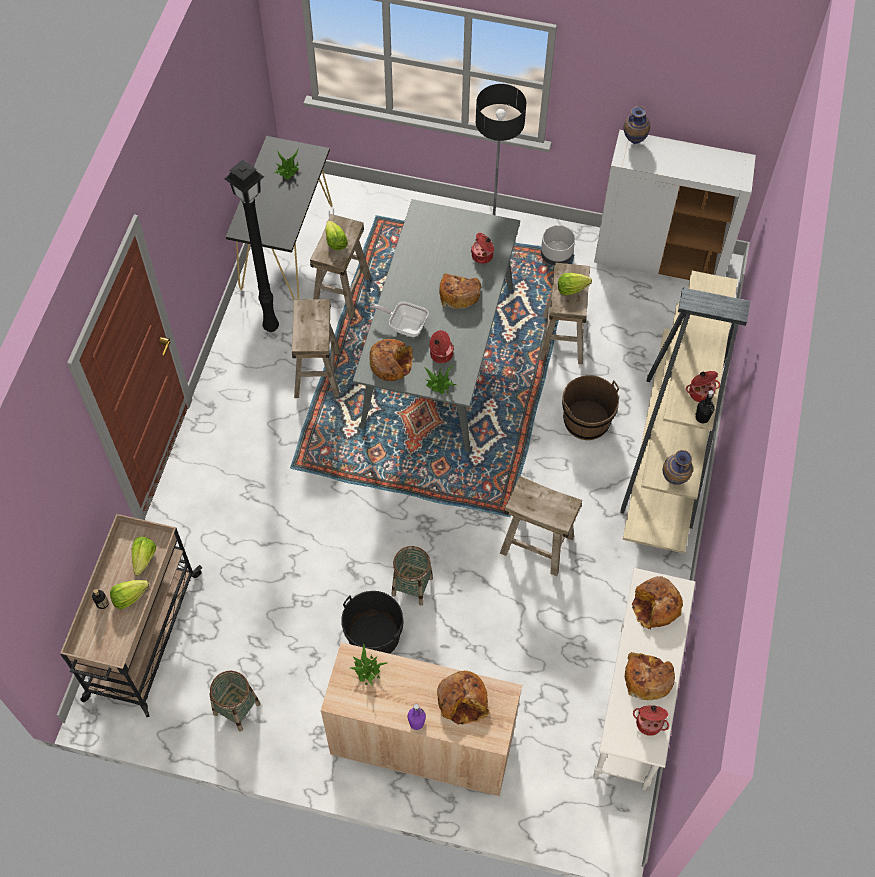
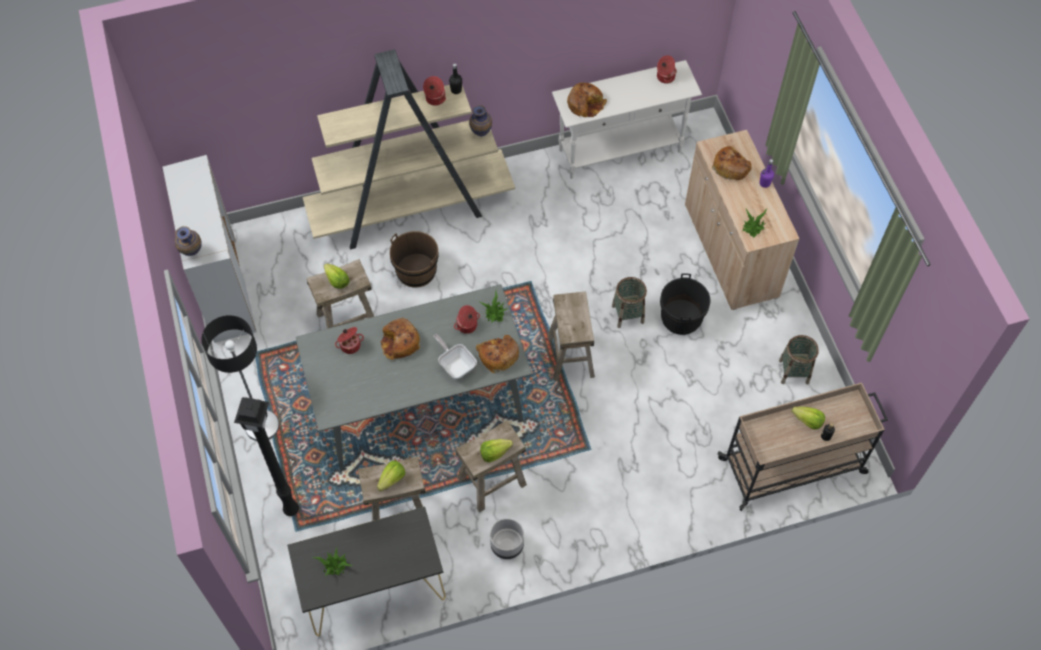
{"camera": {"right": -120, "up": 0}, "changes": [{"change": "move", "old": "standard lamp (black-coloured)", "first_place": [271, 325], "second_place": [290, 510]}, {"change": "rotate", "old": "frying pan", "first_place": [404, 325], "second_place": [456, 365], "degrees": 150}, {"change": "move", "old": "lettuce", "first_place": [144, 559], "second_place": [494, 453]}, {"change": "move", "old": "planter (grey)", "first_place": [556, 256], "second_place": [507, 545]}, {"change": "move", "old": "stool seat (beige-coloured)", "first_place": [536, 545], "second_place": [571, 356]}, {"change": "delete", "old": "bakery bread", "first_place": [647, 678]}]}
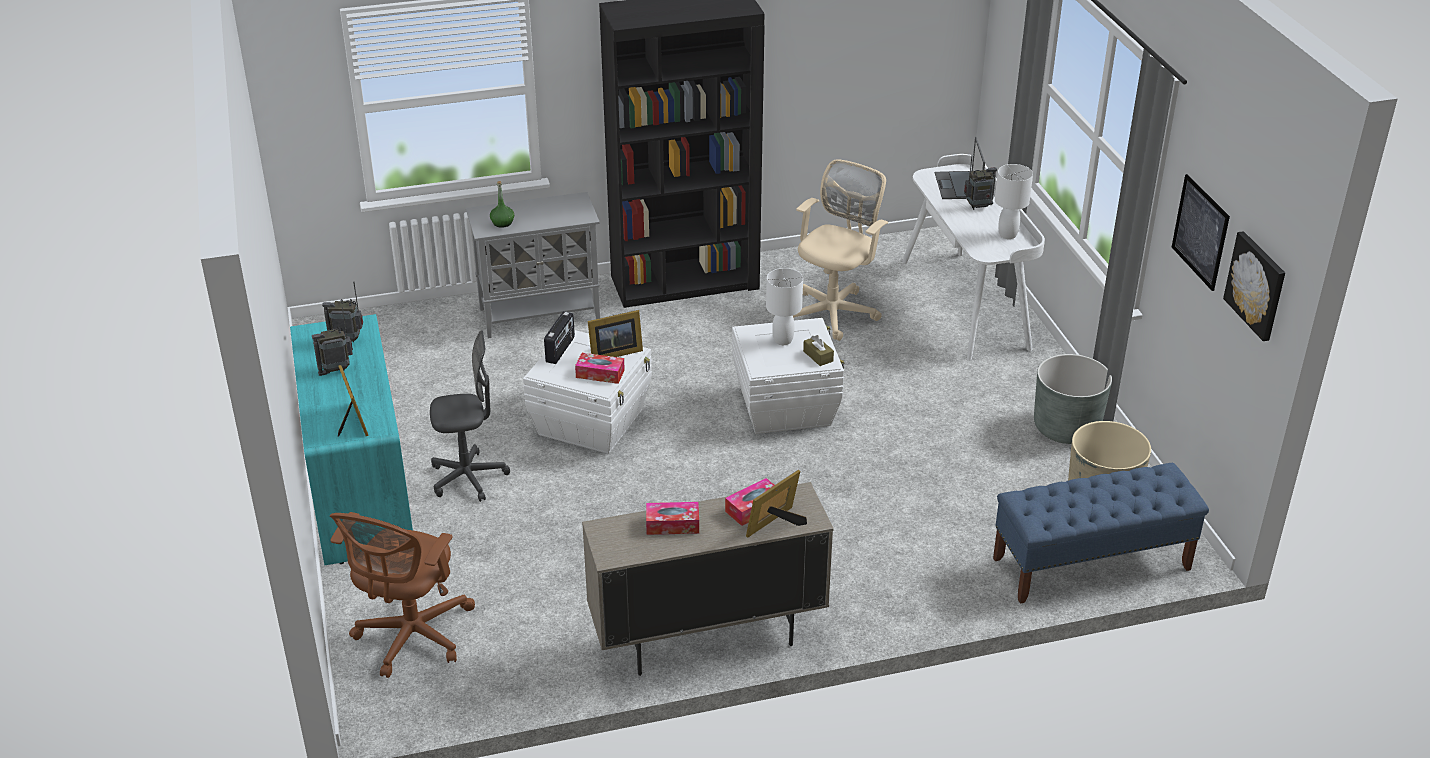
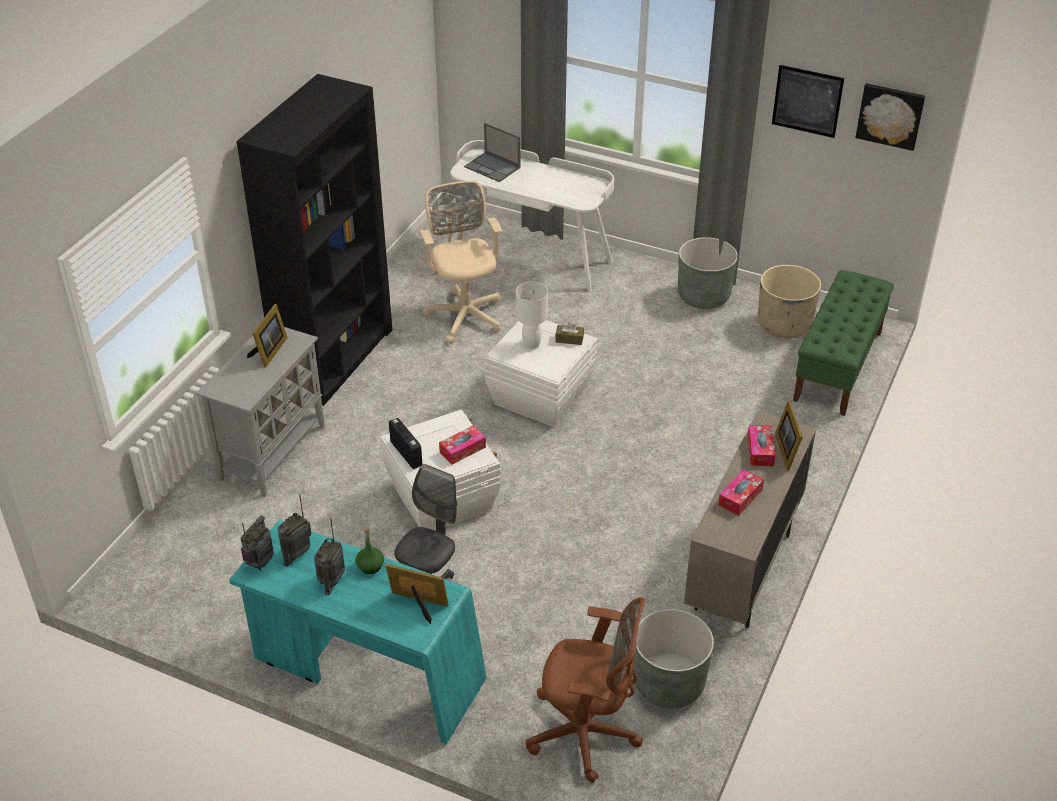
{"camera": {"right": -50, "up": 5}, "changes": [{"change": "move", "old": "radio", "first_place": [978, 207], "second_place": [260, 563]}, {"change": "move", "old": "standing frame", "first_place": [613, 353], "second_place": [269, 352]}, {"change": "move", "old": "bottle (green)", "first_place": [502, 223], "second_place": [370, 566]}, {"change": "rotate", "old": "desk chair (brownish)", "first_place": [411, 638], "second_place": [587, 734], "degrees": -45}, {"change": "insert", "new": "planter (grey)", "second_place": [669, 683]}, {"change": "recolor", "old": "long seat (bluish)", "new": "long seat (green)", "first_place": [1091, 564], "second_place": [838, 366]}, {"change": "delete", "old": "lamp for a table (white-coloured)", "first_place": [1008, 235]}]}
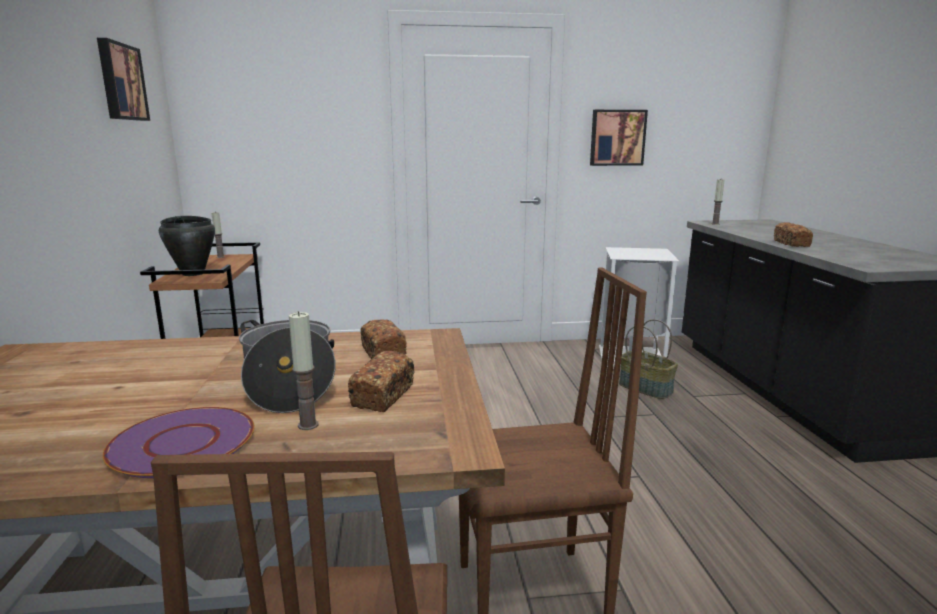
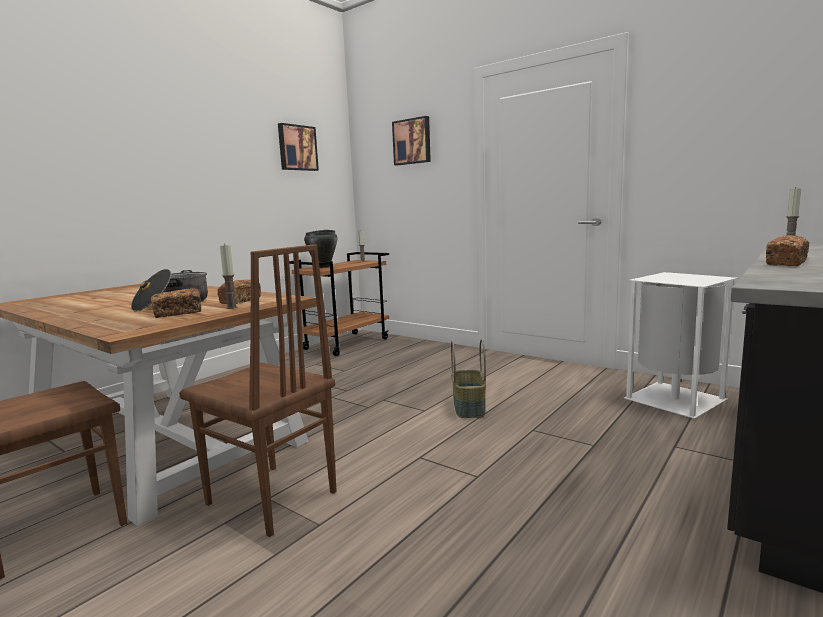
{"camera": {"right": 45, "up": -5}, "changes": [{"change": "move", "old": "wax light", "first_place": [308, 425], "second_place": [231, 307]}, {"change": "move", "old": "picture", "first_place": [617, 138], "second_place": [412, 141]}, {"change": "move", "old": "storage basket", "first_place": [646, 388], "second_place": [469, 408]}, {"change": "delete", "old": "plate (purple)", "first_place": [182, 444]}]}
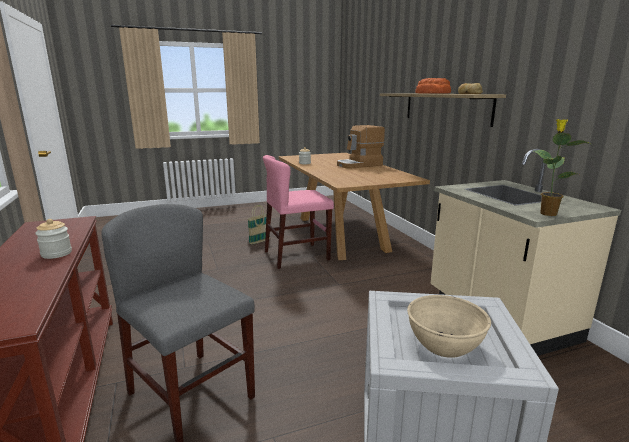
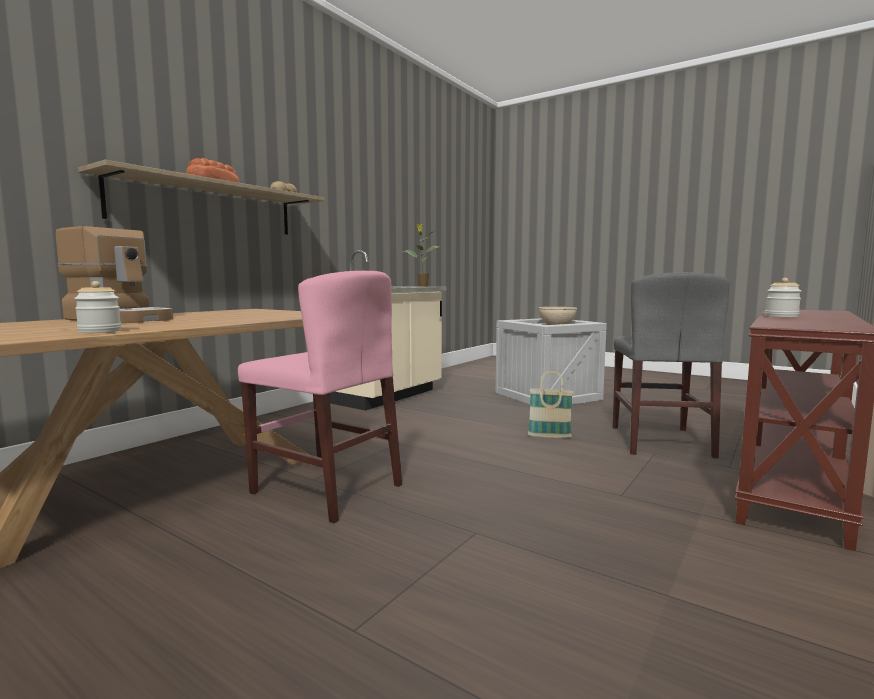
{"camera": {"right": -125, "up": -10}, "changes": [{"change": "move", "old": "storage basket", "first_place": [259, 241], "second_place": [549, 436]}]}
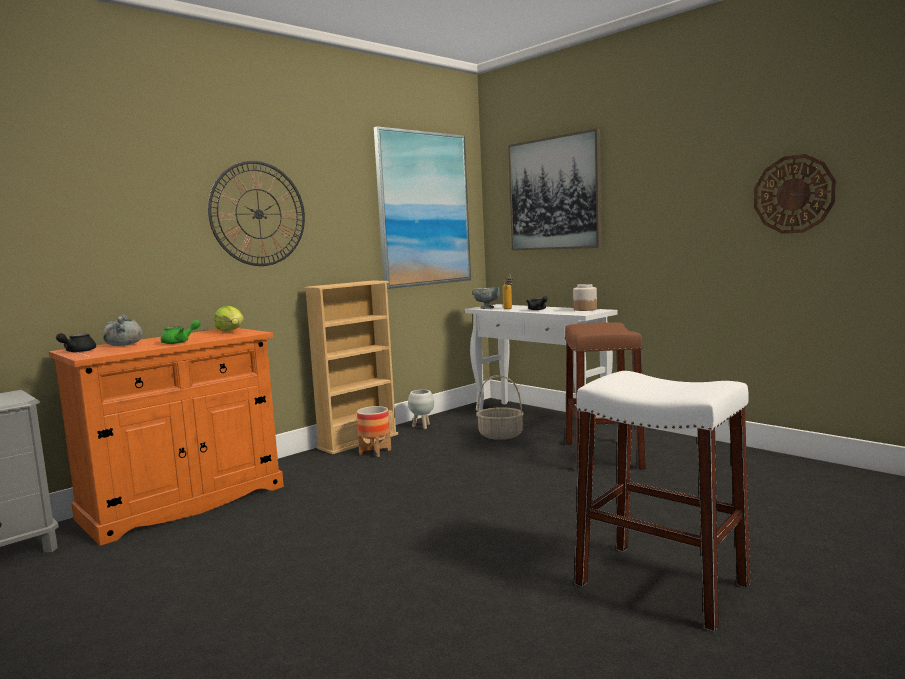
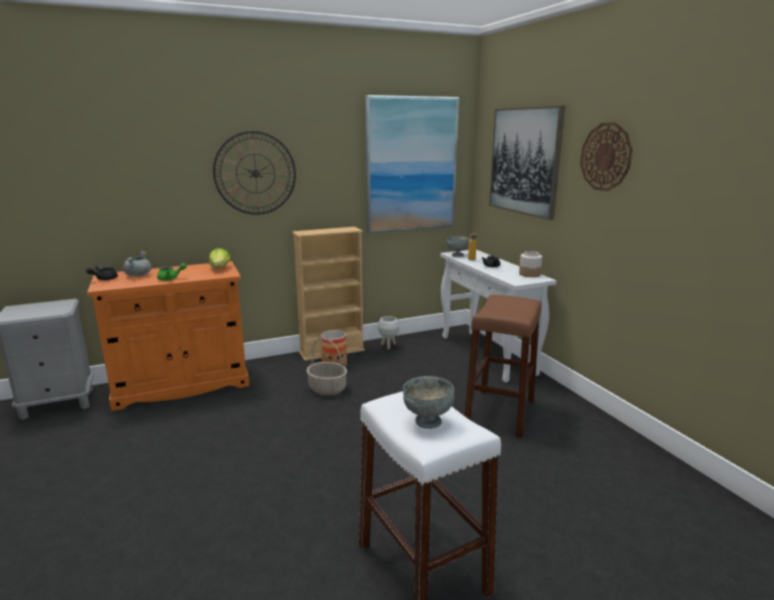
{"camera": {"right": 20, "up": 10}, "changes": [{"change": "move", "old": "storage basket", "first_place": [501, 435], "second_place": [328, 388]}, {"change": "insert", "new": "deep dish (grey)", "second_place": [427, 421]}, {"change": "move", "old": "hanging clock", "first_place": [793, 194], "second_place": [606, 157]}]}
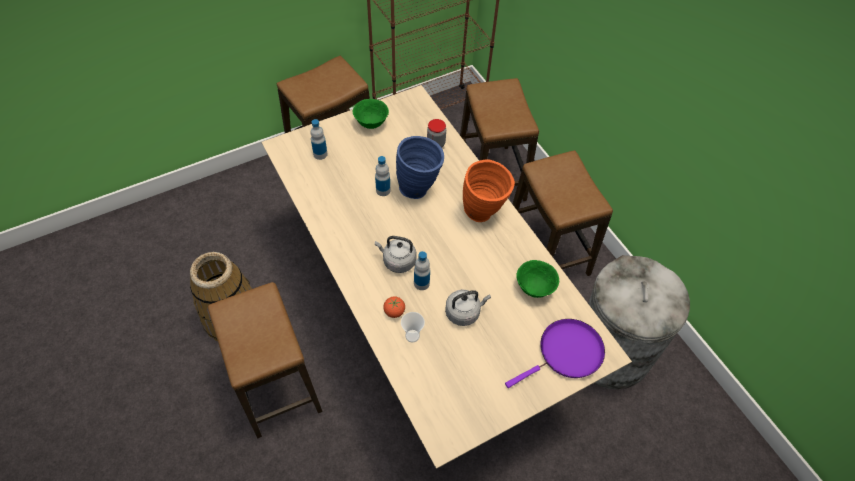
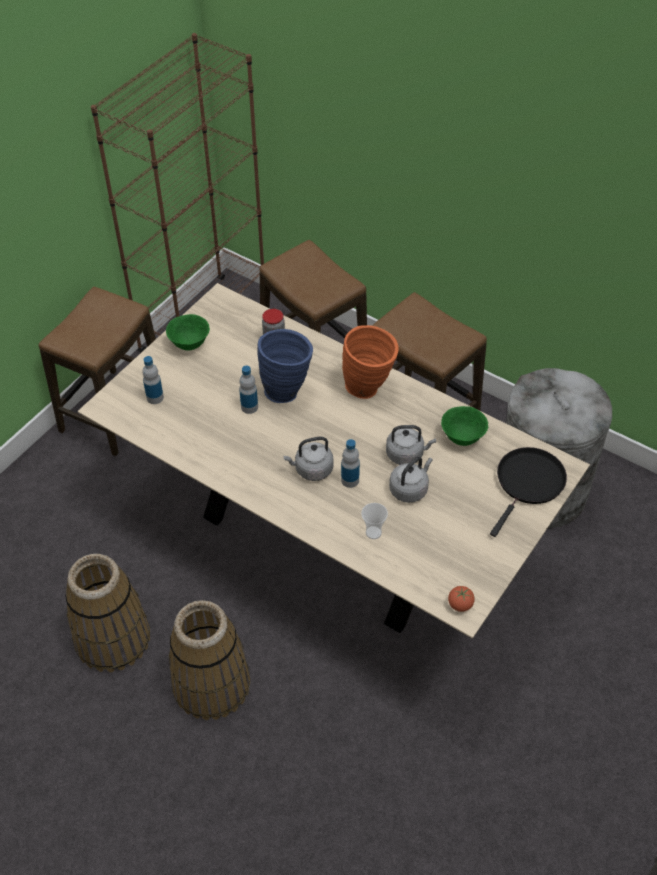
{"camera": {"right": -25, "up": -5}, "changes": [{"change": "replace", "old": "stool seat", "new": "storage basket", "first_place": [276, 384], "second_place": [211, 684]}, {"change": "insert", "new": "water kettle (grey)", "second_place": [406, 454]}, {"change": "move", "old": "whole tomato", "first_place": [394, 311], "second_place": [460, 605]}, {"change": "recolor", "old": "frying pan (purple)", "new": "frying pan (black-coloured)", "first_place": [567, 353], "second_place": [528, 483]}]}
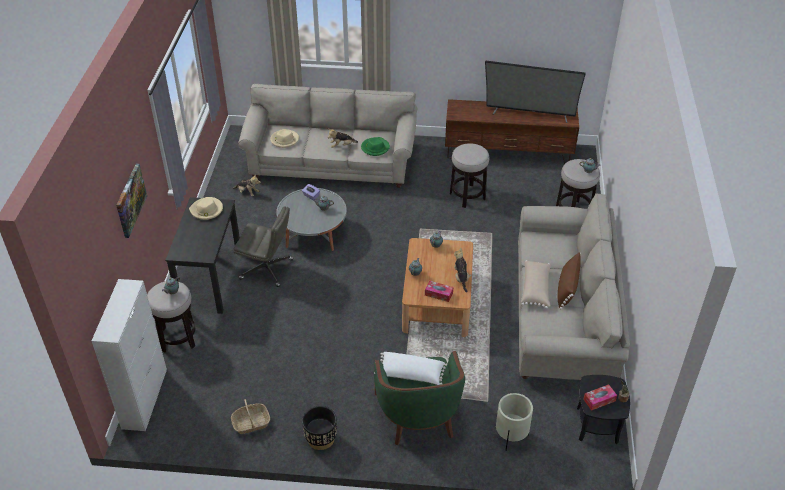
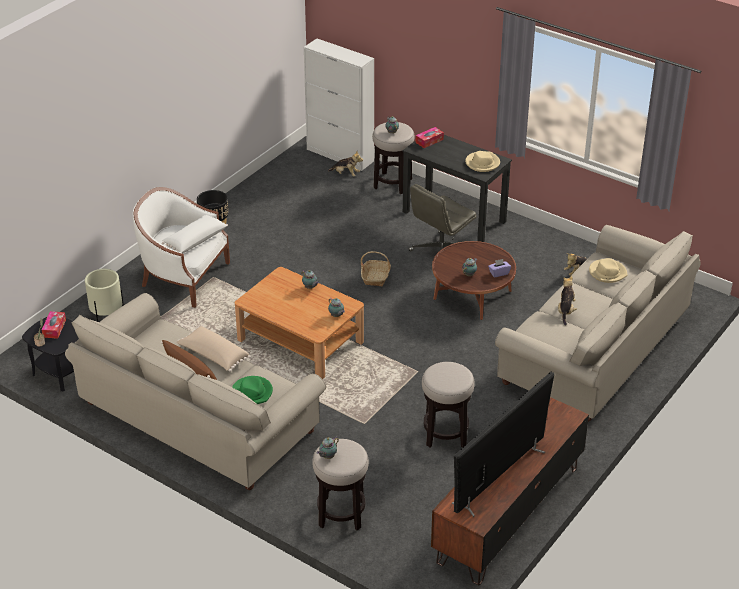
{"camera": {"right": 120, "up": -5}, "changes": [{"change": "recolor", "old": "lounge chair (green)", "new": "lounge chair (white-coloured)", "first_place": [418, 414], "second_place": [183, 278]}, {"change": "move", "old": "wearable hat (green)", "first_place": [375, 148], "second_place": [252, 392]}, {"change": "move", "old": "soft toy", "first_place": [461, 278], "second_place": [346, 174]}, {"change": "move", "old": "storage basket", "first_place": [251, 423], "second_place": [376, 277]}, {"change": "move", "old": "tissue holder", "first_place": [438, 294], "second_place": [429, 141]}, {"change": "recolor", "old": "low table (grey)", "new": "low table (brownish)", "first_place": [313, 233], "second_place": [472, 295]}, {"change": "delete", "old": "picture", "first_place": [130, 200]}]}
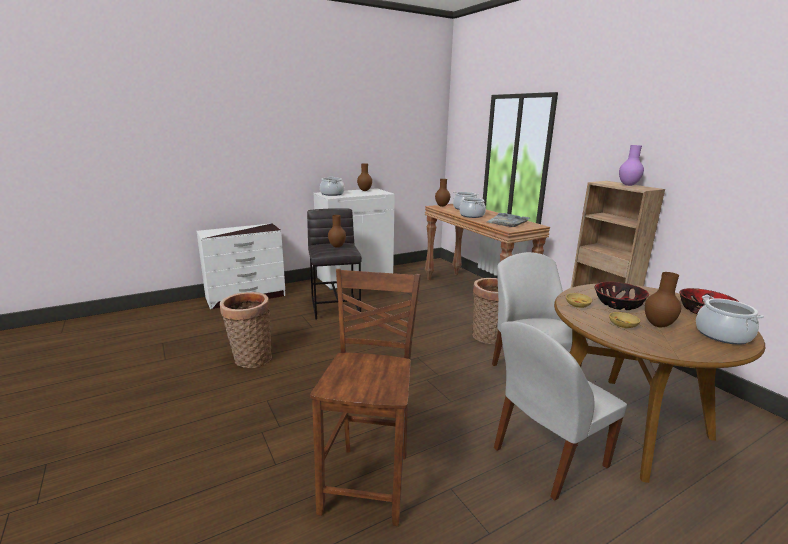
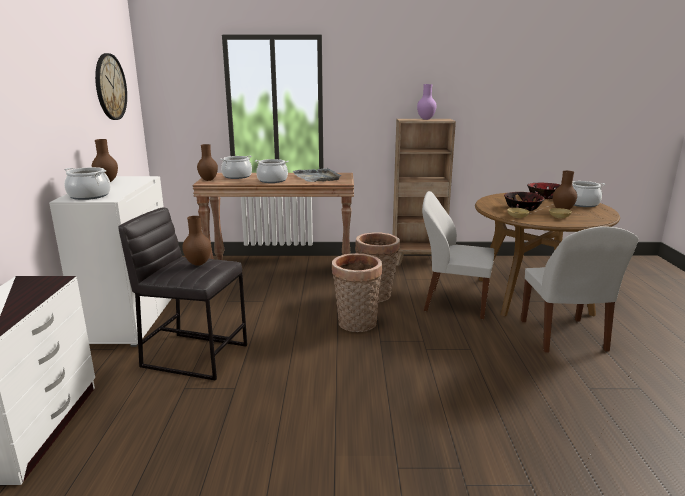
{"camera": {"right": -60, "up": 0}, "changes": [{"change": "insert", "new": "hanging clock", "second_place": [110, 87]}, {"change": "move", "old": "storage basket", "first_place": [250, 359], "second_place": [356, 325]}, {"change": "delete", "old": "chair (brownish)", "first_place": [369, 481]}]}
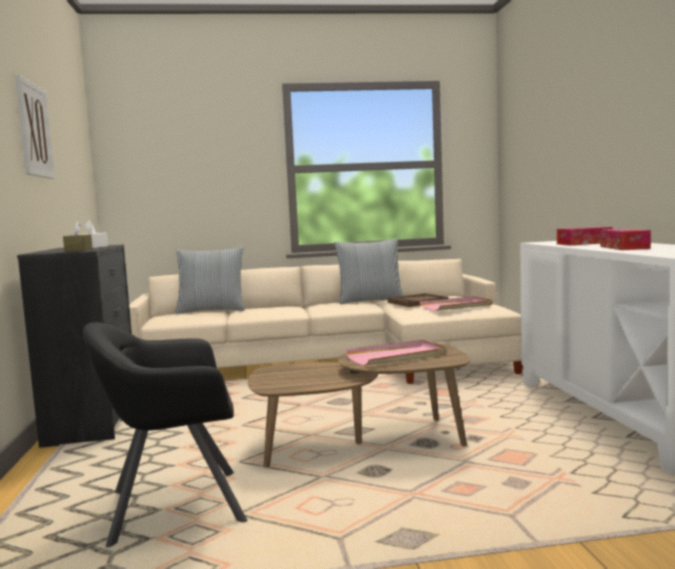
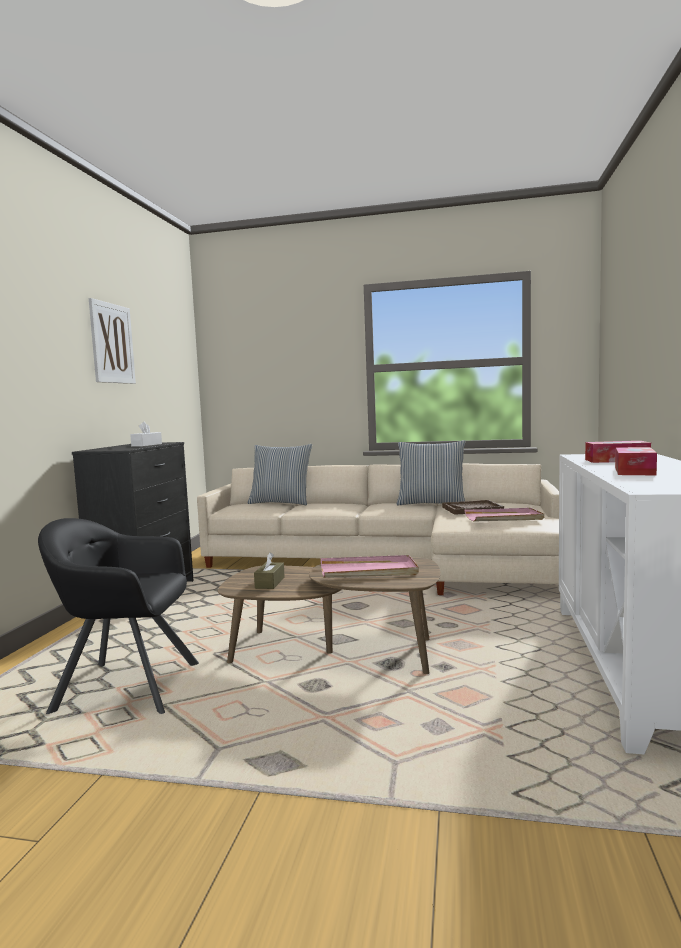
{"camera": {"right": 20, "up": 0}, "changes": [{"change": "move", "old": "tissue holder (brownish)", "first_place": [78, 250], "second_place": [270, 583]}]}
